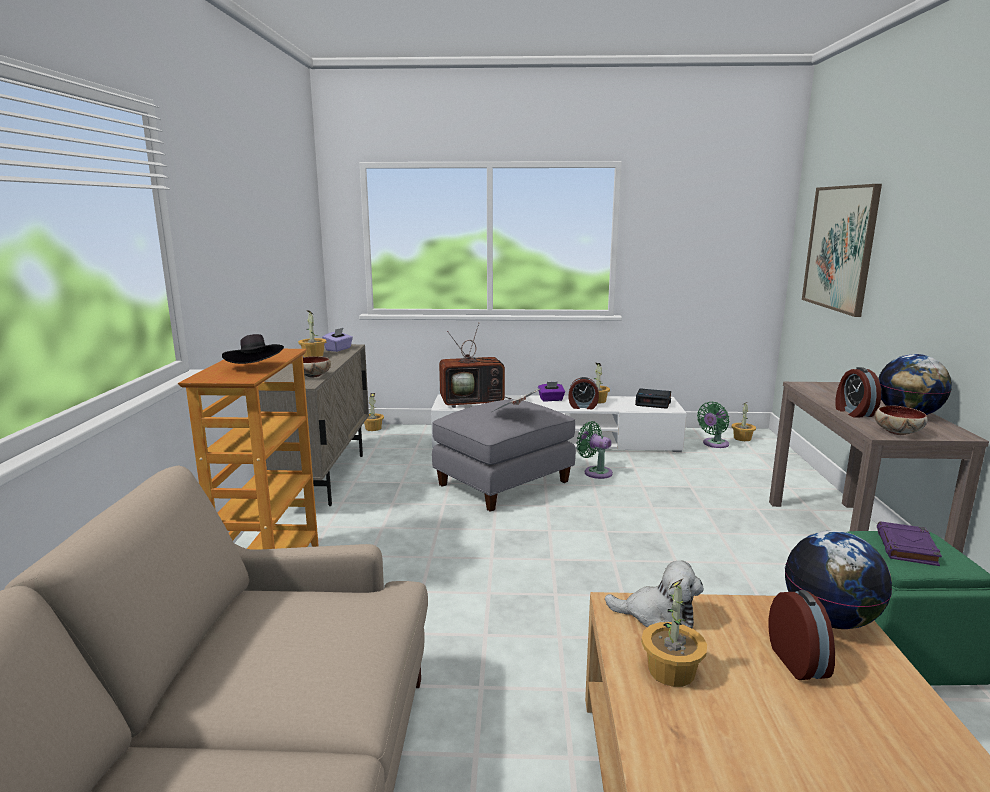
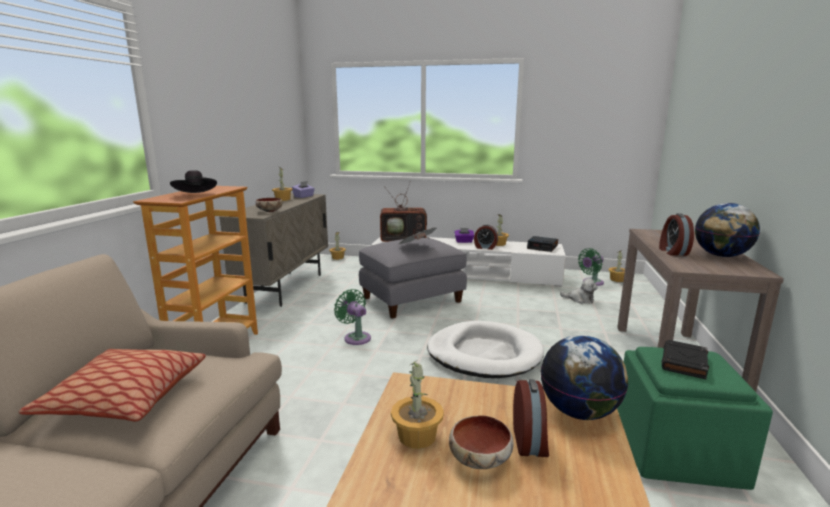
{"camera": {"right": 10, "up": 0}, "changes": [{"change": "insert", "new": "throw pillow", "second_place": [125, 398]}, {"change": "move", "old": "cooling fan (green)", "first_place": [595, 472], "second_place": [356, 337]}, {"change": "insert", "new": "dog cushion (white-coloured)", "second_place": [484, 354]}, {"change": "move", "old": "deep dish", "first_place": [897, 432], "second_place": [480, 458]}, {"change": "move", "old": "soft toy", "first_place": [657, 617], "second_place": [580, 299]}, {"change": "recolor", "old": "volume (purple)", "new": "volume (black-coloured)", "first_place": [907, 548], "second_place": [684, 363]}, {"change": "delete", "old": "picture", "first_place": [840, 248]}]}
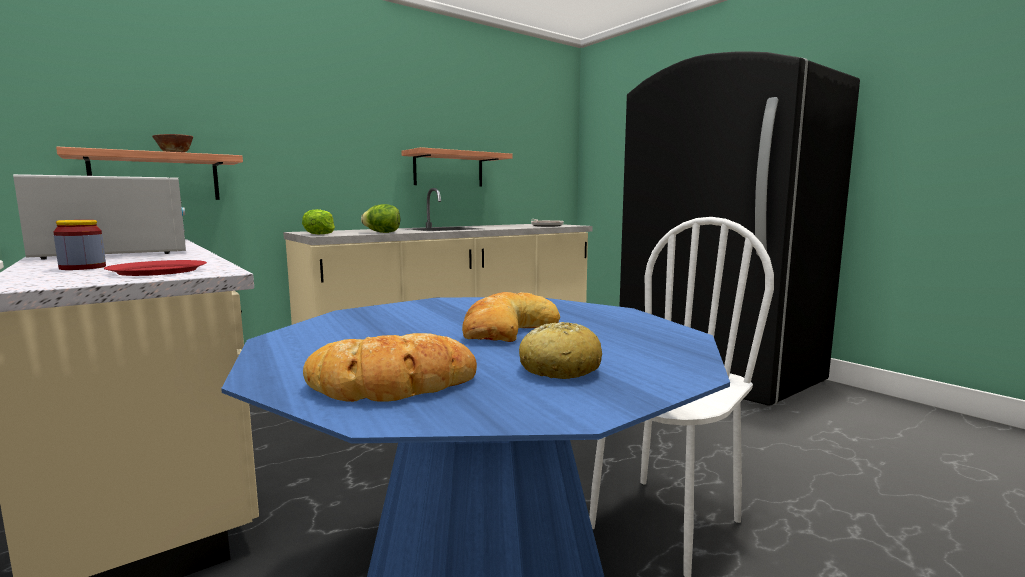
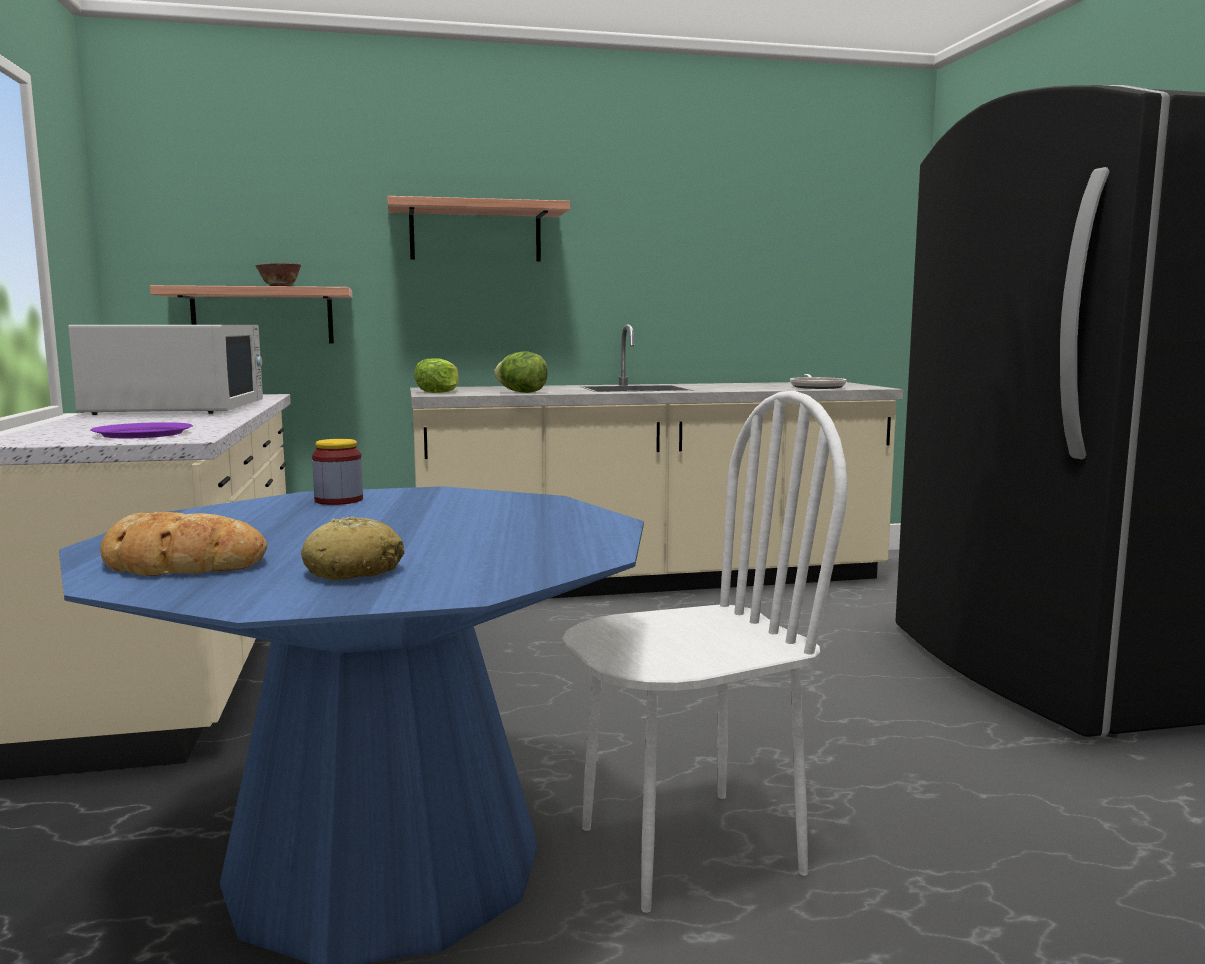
{"camera": {"right": 25, "up": 0}, "changes": [{"change": "recolor", "old": "plate (red)", "new": "plate (purple)", "first_place": [158, 271], "second_place": [143, 434]}, {"change": "move", "old": "preserve jar", "first_place": [83, 267], "second_place": [338, 500]}, {"change": "move", "old": "wall shelf", "first_place": [448, 169], "second_place": [475, 233]}, {"change": "delete", "old": "bakery bread", "first_place": [507, 330]}]}
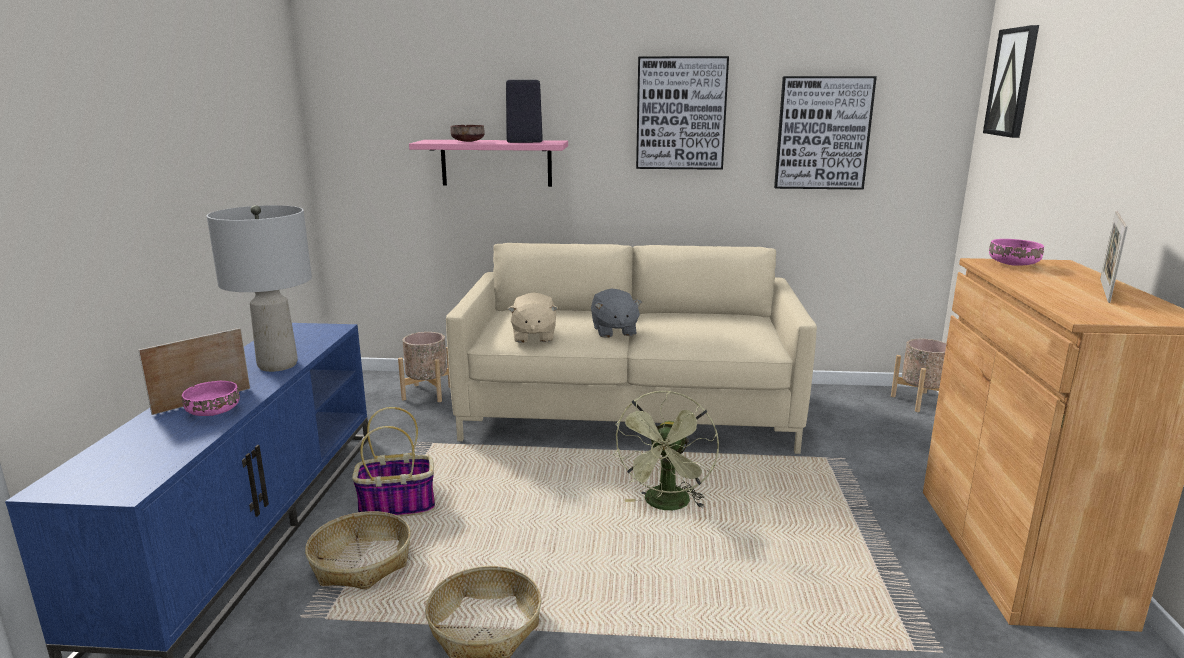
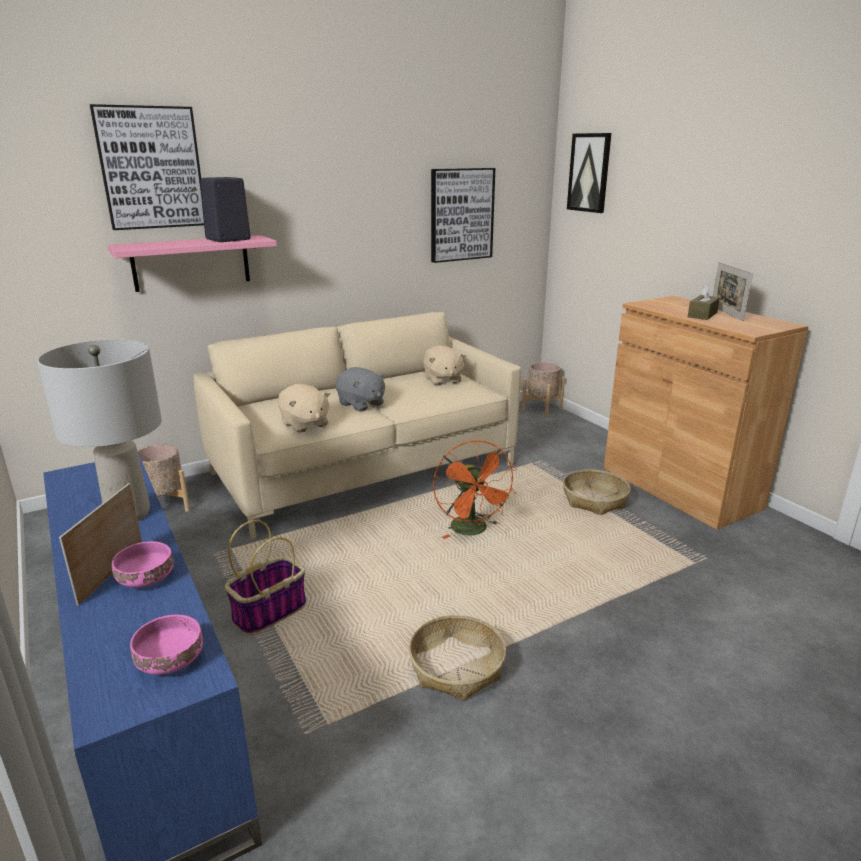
{"camera": {"right": -35, "up": 5}, "changes": [{"change": "move", "old": "picture", "first_place": [681, 113], "second_place": [151, 168]}, {"change": "move", "old": "deep dish (pink-coloured)", "first_place": [1014, 264], "second_place": [171, 658]}, {"change": "insert", "new": "soft toy (beige-coloured)", "second_place": [442, 380]}, {"change": "recolor", "old": "cooling fan (green)", "new": "cooling fan (orange)", "first_place": [666, 505], "second_place": [473, 531]}, {"change": "move", "old": "storage basket", "first_place": [362, 562], "second_place": [594, 500]}, {"change": "insert", "new": "tissue holder (brownish)", "second_place": [702, 315]}, {"change": "delete", "old": "deep dish (brownish)", "first_place": [467, 141]}]}
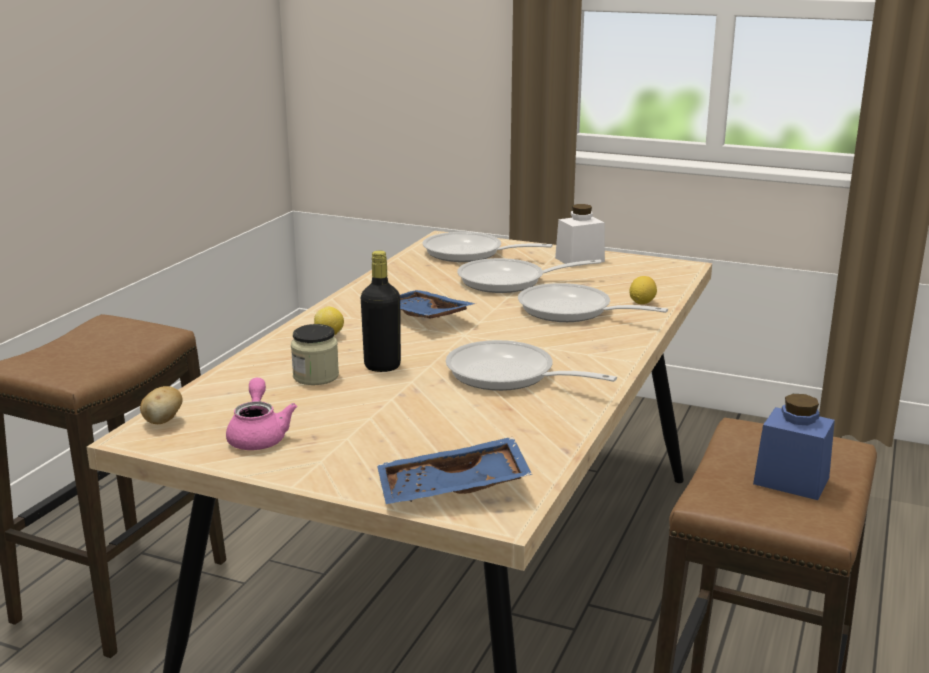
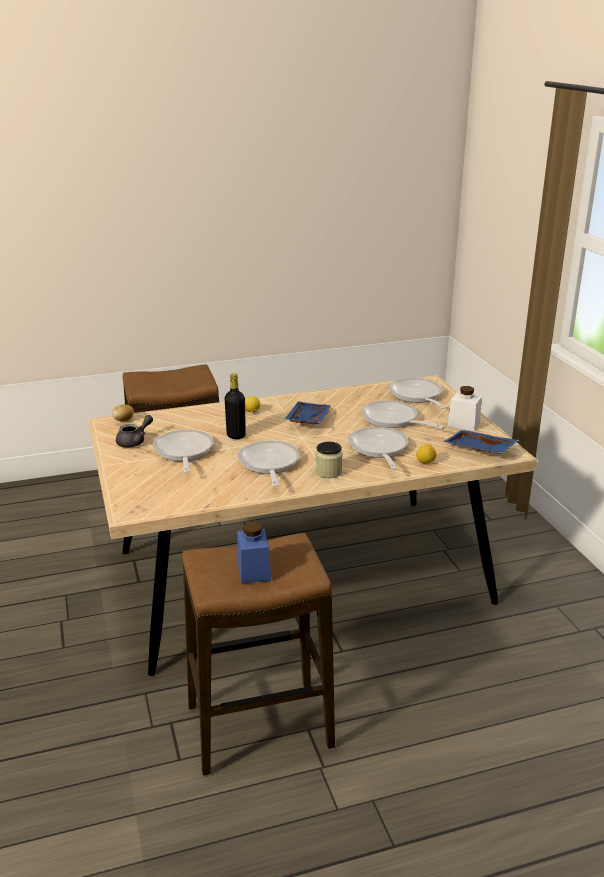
{"camera": {"right": 50, "up": 5}, "changes": [{"change": "recolor", "old": "pot for tea (pink-coloured)", "new": "pot for tea (grey)", "first_place": [259, 436], "second_place": [135, 441]}, {"change": "insert", "new": "frying pan", "second_place": [183, 453]}, {"change": "move", "old": "preserve jar", "first_place": [316, 376], "second_place": [328, 472]}, {"change": "move", "old": "serving tray (bluish)", "first_place": [453, 490], "second_place": [479, 450]}]}
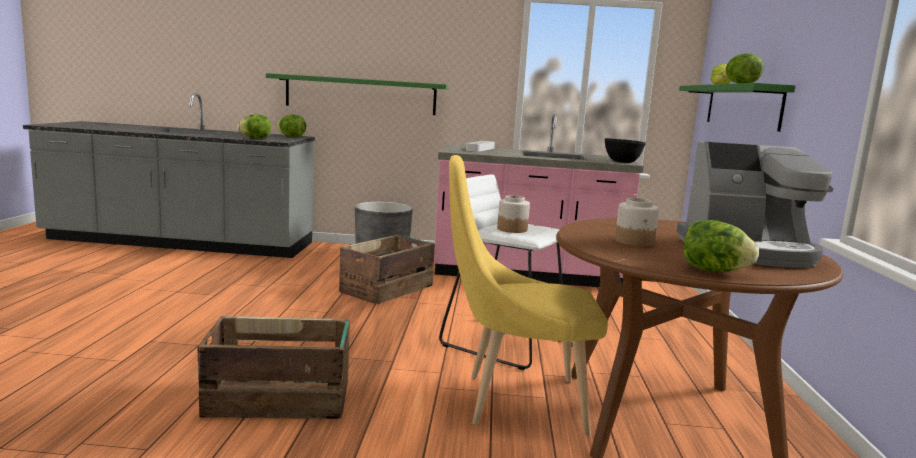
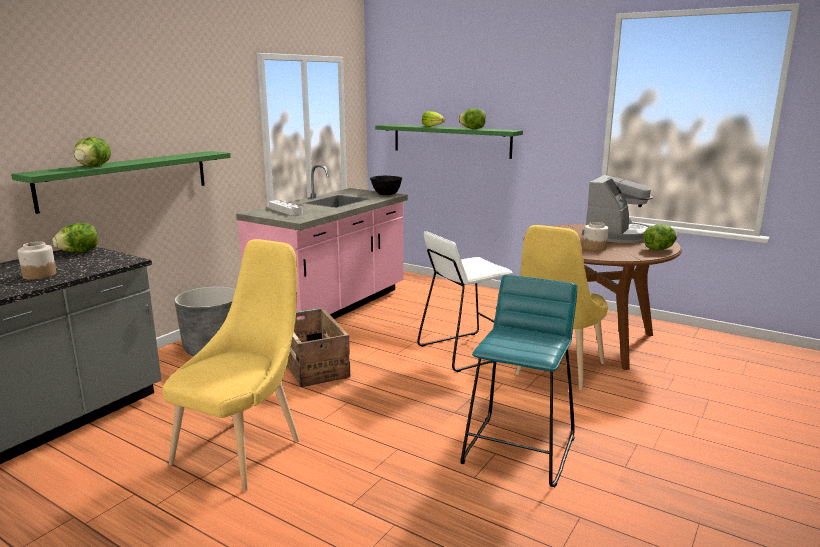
{"camera": {"right": -60, "up": 5}, "changes": [{"change": "move", "old": "preserve jar", "first_place": [512, 229], "second_place": [39, 275]}, {"change": "move", "old": "lettuce", "first_place": [255, 138], "second_place": [93, 166]}, {"change": "insert", "new": "chair (yellowish)", "second_place": [244, 449]}, {"change": "replace", "old": "packing crate", "new": "stool seat (turquoise-coloured)", "first_place": [281, 399], "second_place": [519, 450]}]}
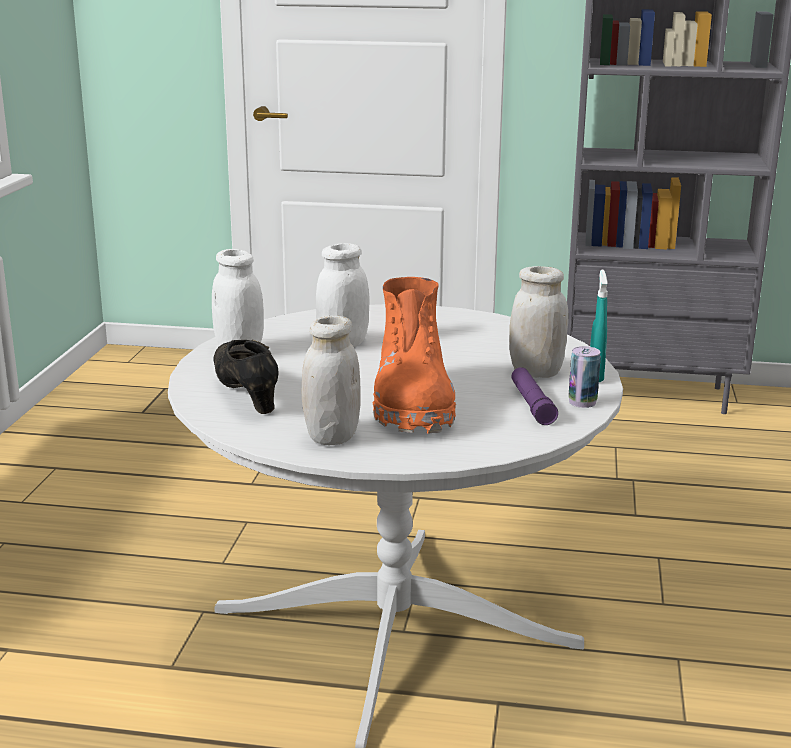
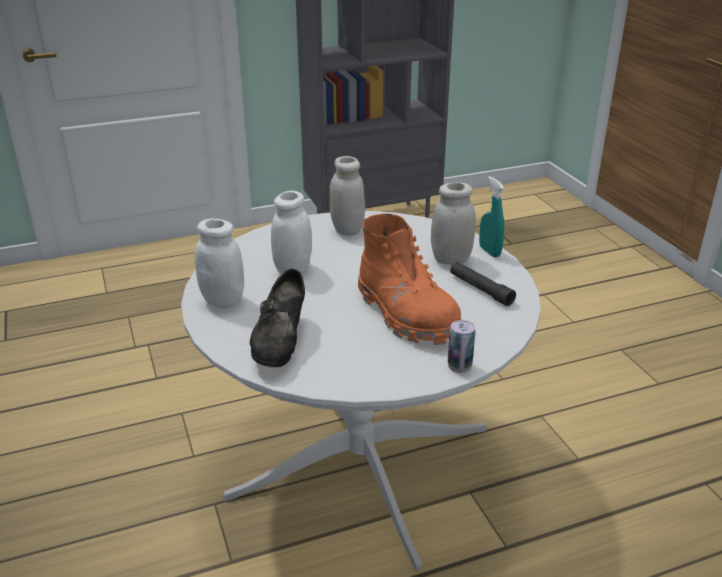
{"camera": {"right": -30, "up": 10}, "changes": [{"change": "rotate", "old": "low shoe (black-coloured)", "first_place": [247, 395], "second_place": [280, 344], "degrees": -120}, {"change": "move", "old": "preserve jar (white-coloured)", "first_place": [331, 436], "second_place": [347, 229]}, {"change": "move", "old": "sealed can", "first_place": [582, 402], "second_place": [459, 365]}, {"change": "recolor", "old": "torch (purple)", "new": "torch (black-coloured)", "first_place": [532, 404], "second_place": [480, 289]}]}
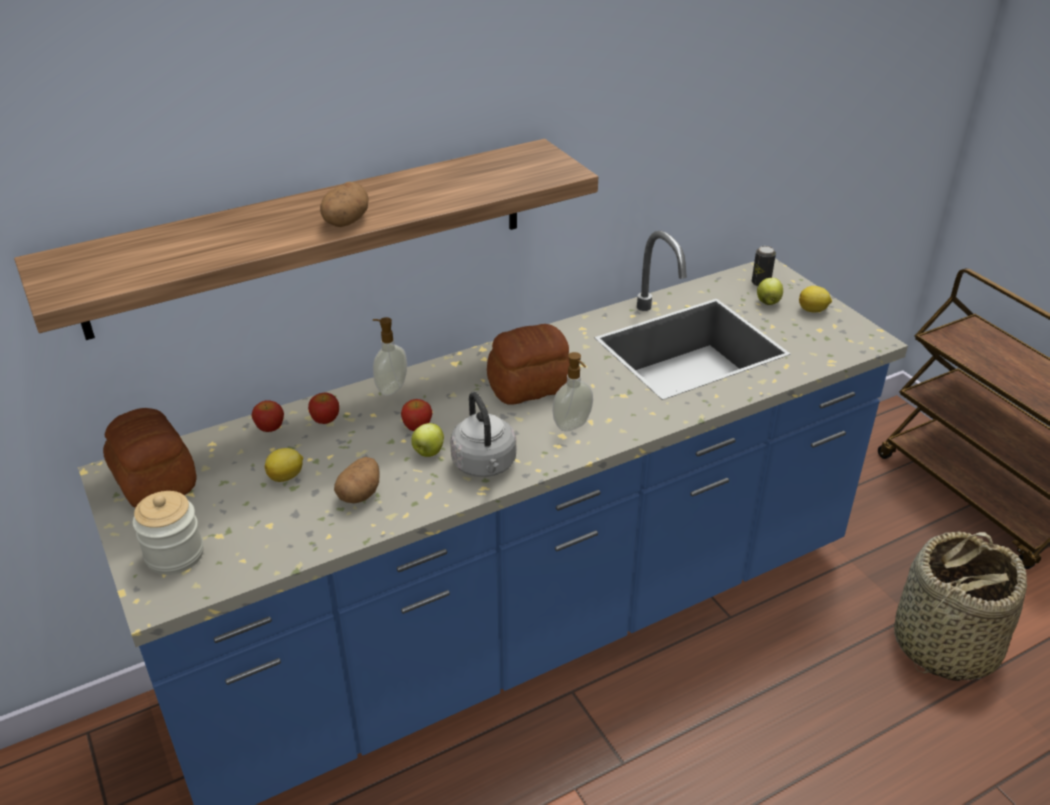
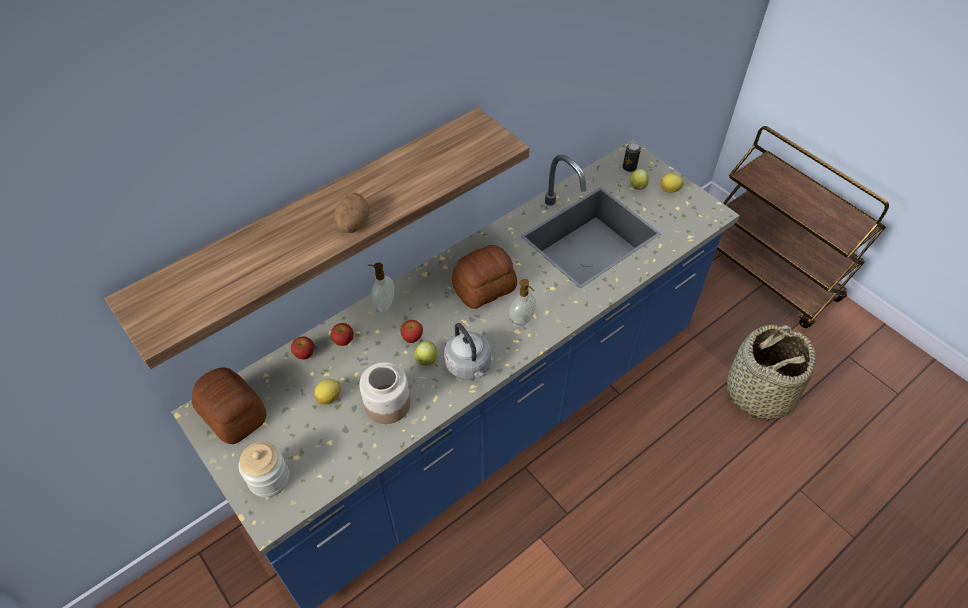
{"camera": {"right": -10, "up": 15}, "changes": [{"change": "replace", "old": "whole potato", "new": "preserve jar", "first_place": [360, 493], "second_place": [387, 404]}]}
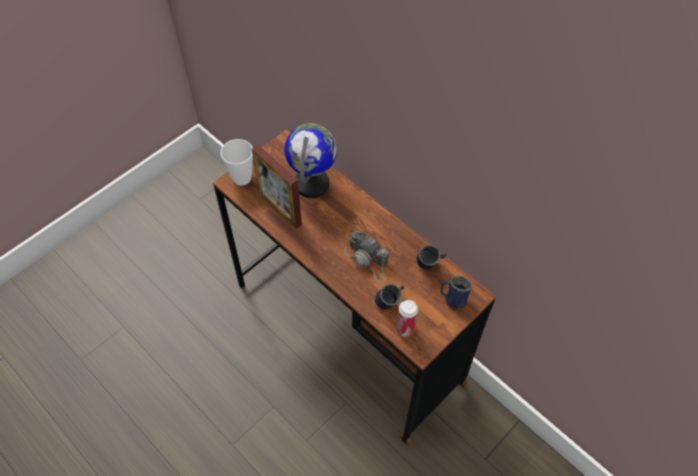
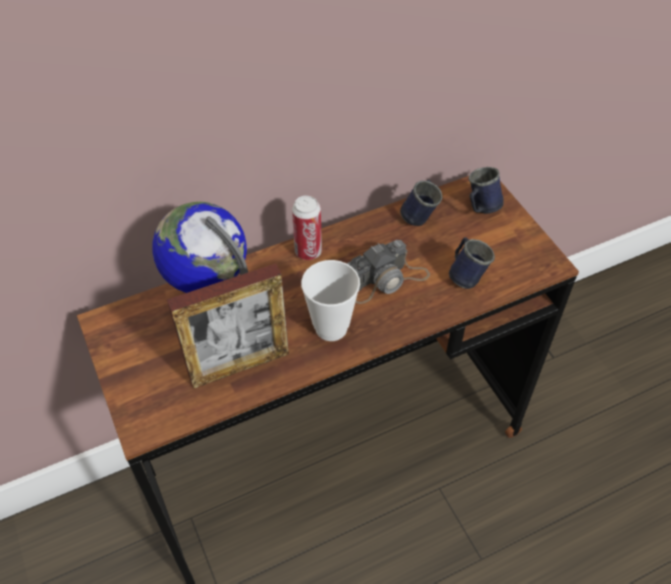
{"camera": {"right": -70, "up": -5}, "changes": [{"change": "move", "old": "sealed can", "first_place": [405, 329], "second_place": [308, 251]}, {"change": "move", "old": "cup", "first_place": [242, 178], "second_place": [331, 328]}]}
